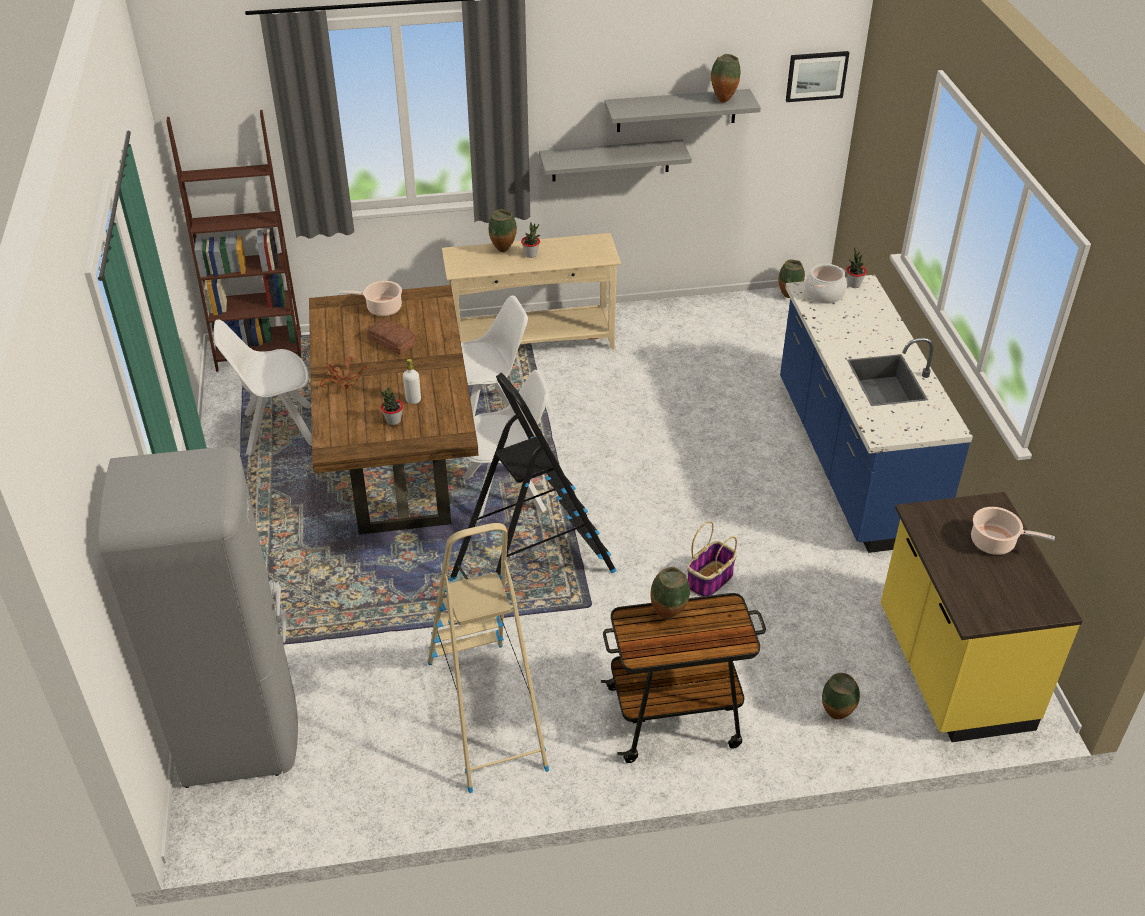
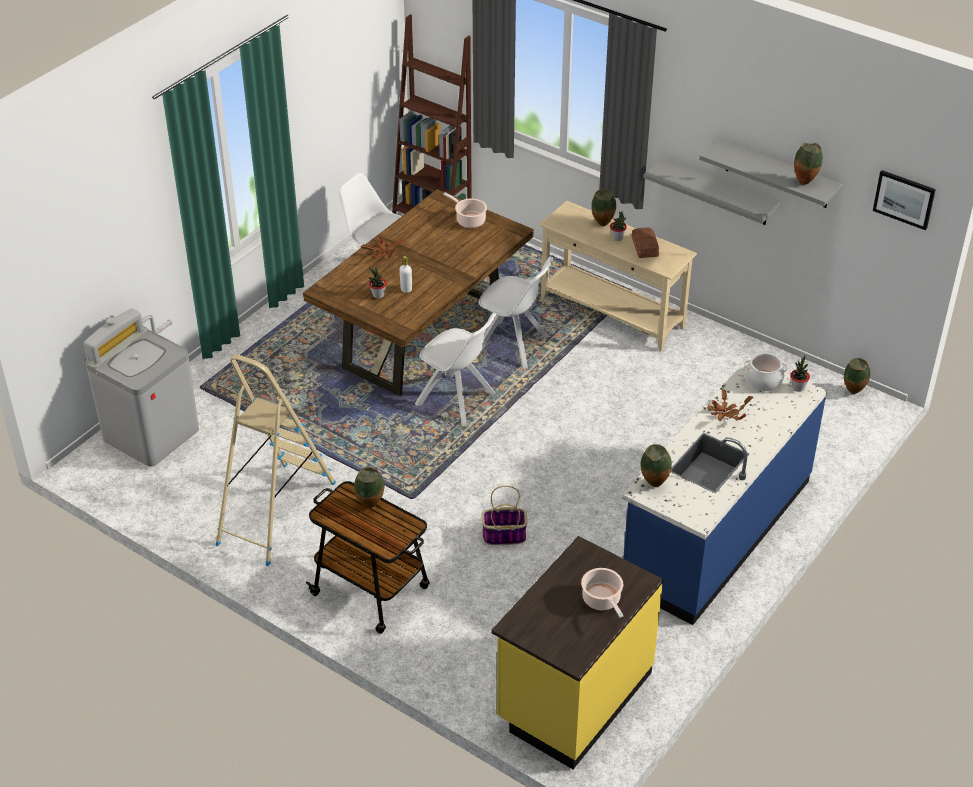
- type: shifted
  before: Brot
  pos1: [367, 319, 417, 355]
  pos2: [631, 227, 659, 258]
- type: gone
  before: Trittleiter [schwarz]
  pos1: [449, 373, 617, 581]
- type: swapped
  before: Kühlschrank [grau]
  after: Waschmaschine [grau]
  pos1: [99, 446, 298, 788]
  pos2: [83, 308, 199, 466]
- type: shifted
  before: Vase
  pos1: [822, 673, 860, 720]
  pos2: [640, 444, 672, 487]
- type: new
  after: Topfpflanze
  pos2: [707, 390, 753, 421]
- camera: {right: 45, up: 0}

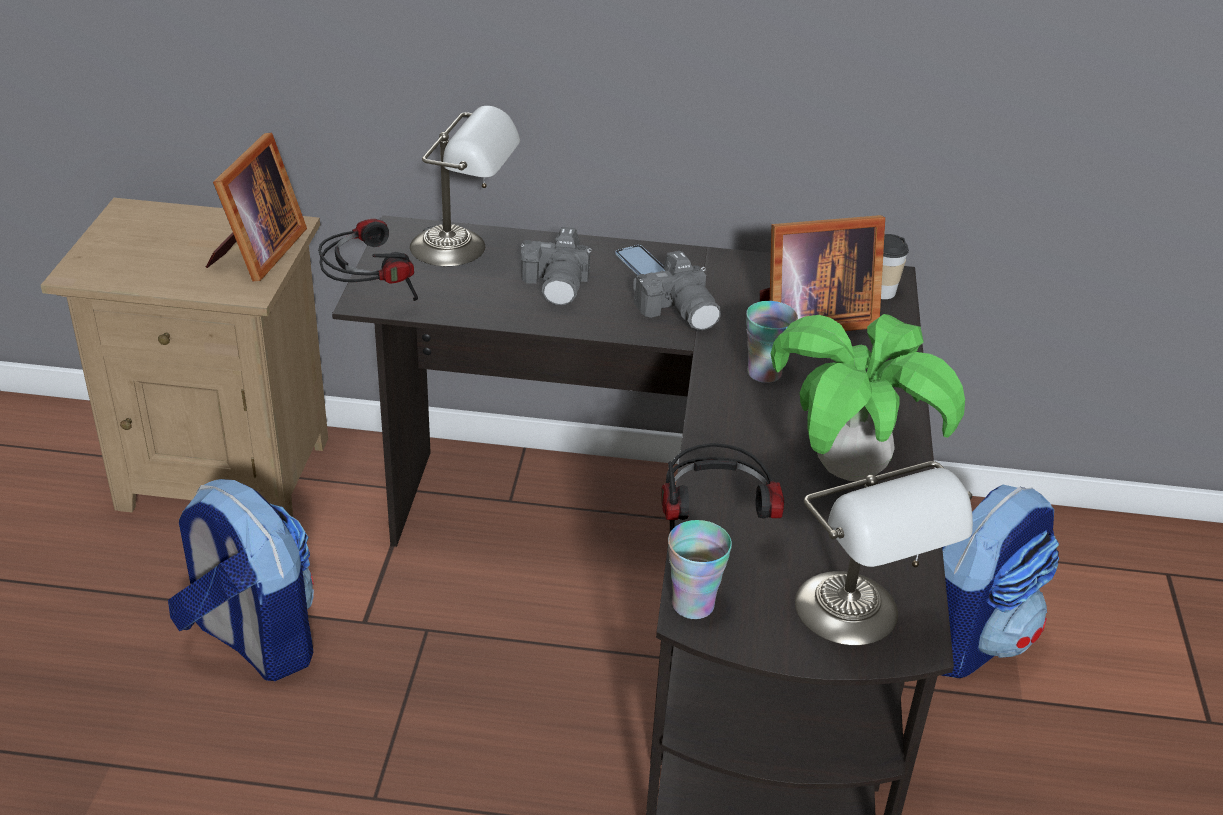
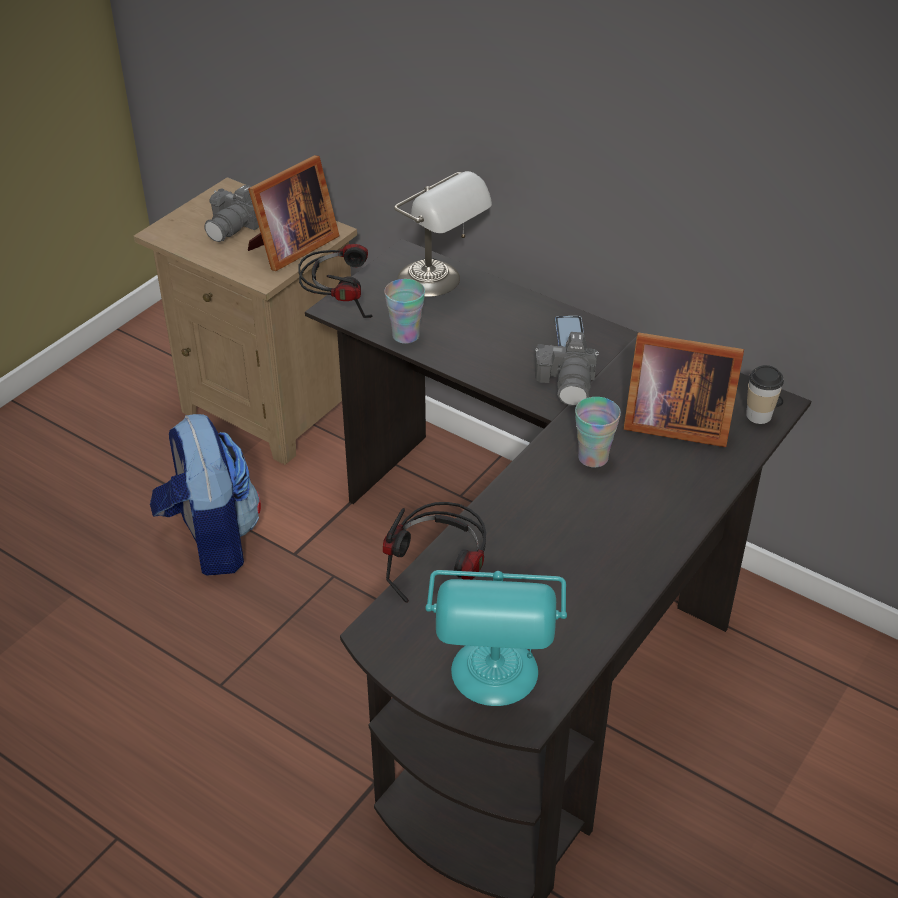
- type: shifted
  before: Kamera
  pos1: [521, 227, 592, 305]
  pos2: [204, 184, 259, 242]
- type: gone
  before: Topfpflanze
  pos1: [771, 314, 965, 481]
- type: repainted
  before: Tischlampe [weiß]
  after: Tischlampe [türkis]
  pos1: [795, 461, 973, 645]
  pos2: [425, 570, 567, 706]
- type: gone
  before: Rucksack
  pos1: [941, 485, 1060, 678]
- type: shifted
  before: Tasse
  pos1: [668, 520, 732, 619]
  pos2: [384, 279, 425, 344]
- camera: {right: 30, up: 5}

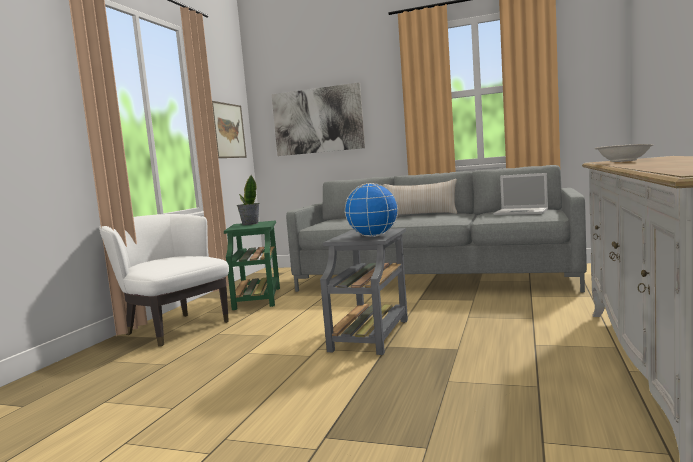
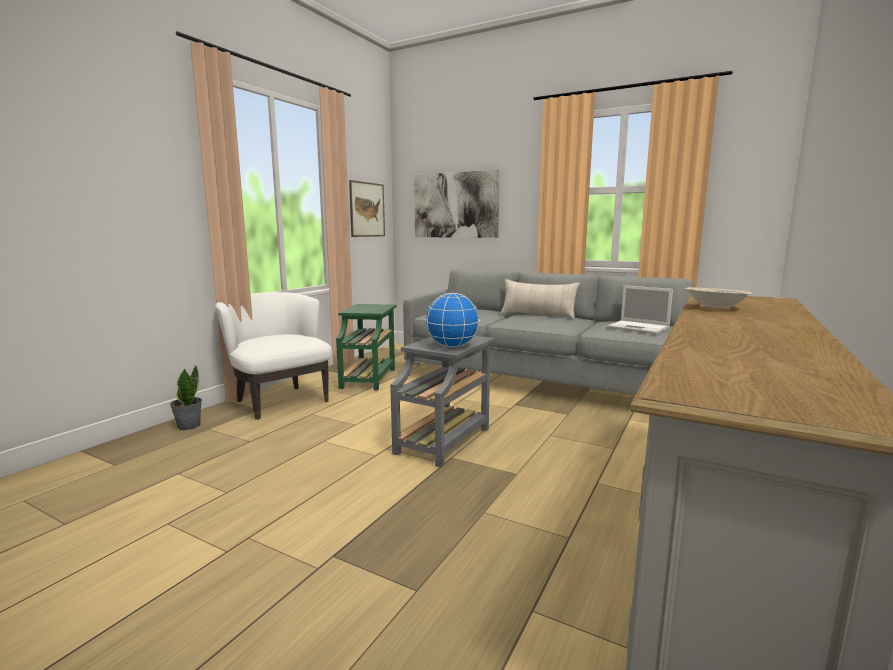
- type: shifted
  before: Topfpflanze
  pos1: [237, 175, 259, 225]
  pos2: [170, 365, 202, 430]
- camera: {right: 10, up: 5}

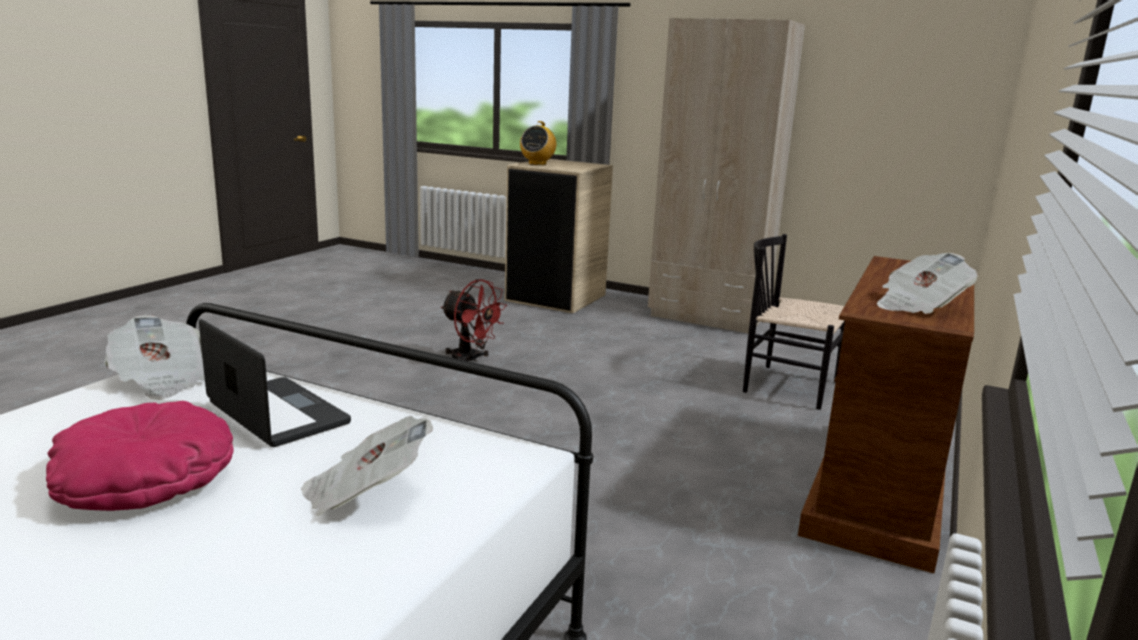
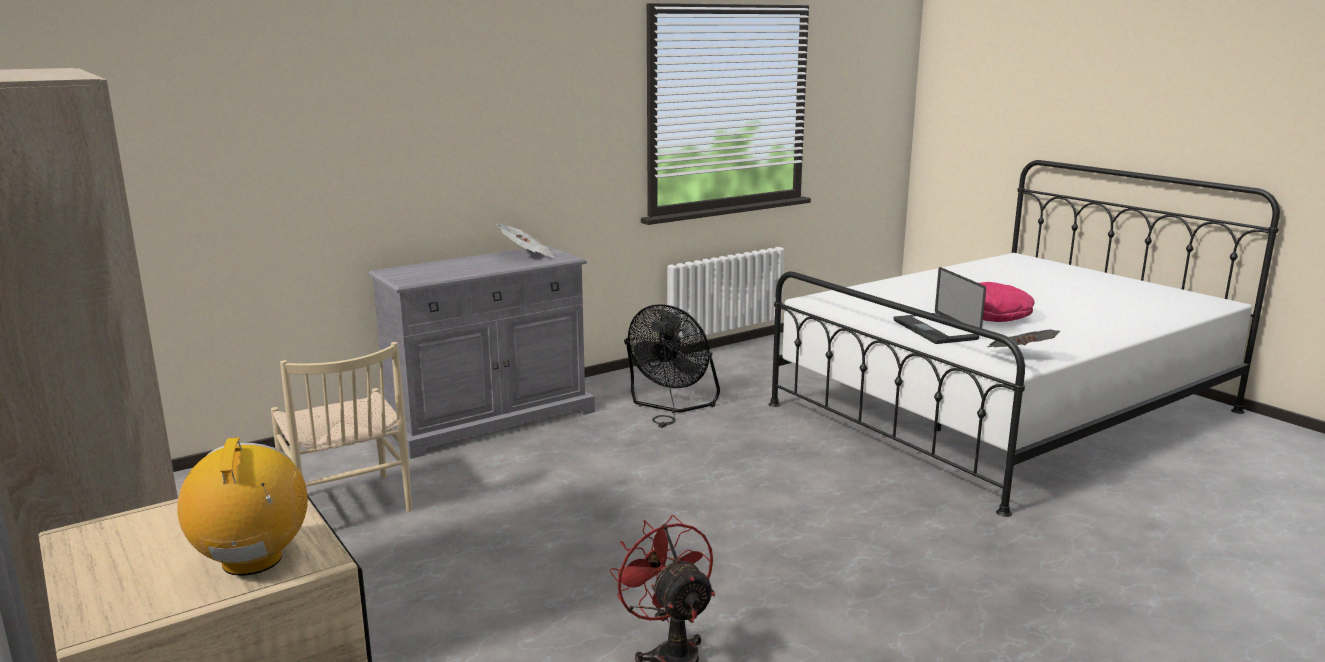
- type: rotated
  before: Radio
  pos1: [520, 121, 556, 165]
  pos2: [177, 437, 308, 576]
  turn: -60
- type: repainted
  before: Stuhl [schwarz]
  after: Stuhl [beige]
  pos1: [743, 234, 845, 410]
  pos2: [271, 342, 412, 512]
- type: repainted
  before: Kommode [braun]
  after: Kommode [grau]
  pos1: [798, 256, 974, 573]
  pos2: [368, 245, 595, 459]
- type: gone
  before: Zeitung
  pos1: [301, 416, 433, 516]
- type: new
  after: Ventilator [schwarz]
  pos2: [624, 304, 720, 428]
- camera: {right: -150, up: 0}

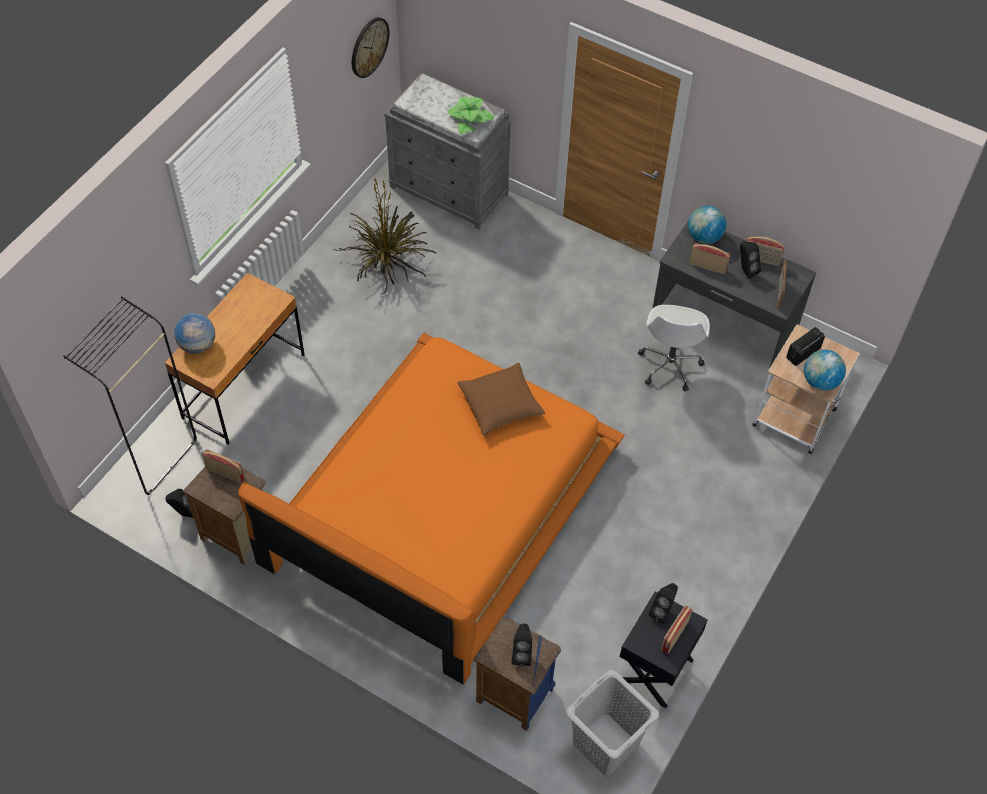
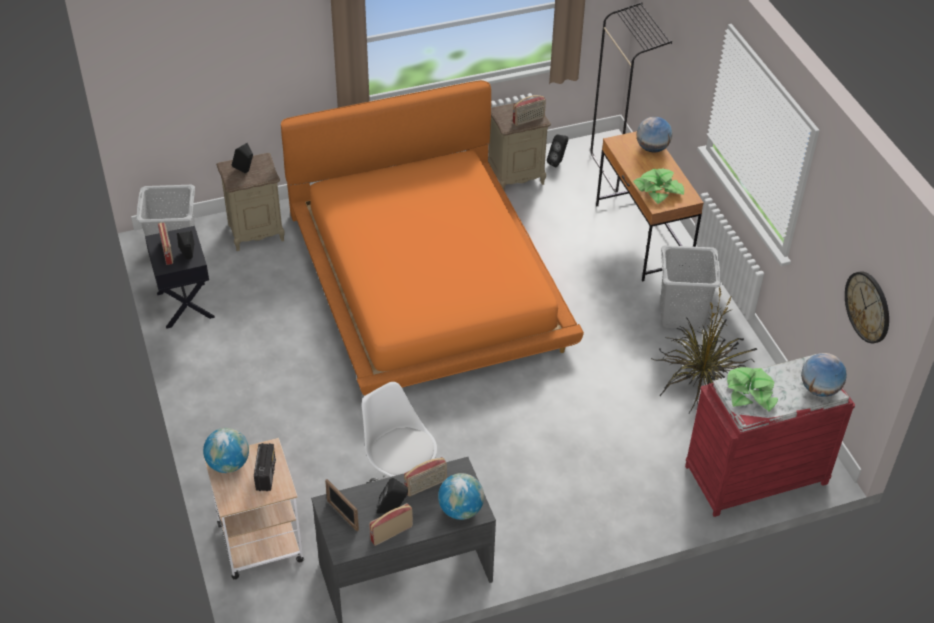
- type: repainted
  before: Kommode [grau]
  after: Kommode [rot]
  pos1: [384, 74, 511, 230]
  pos2: [685, 354, 855, 517]
- type: gone
  before: Kissen [braun]
  pos1: [457, 363, 545, 435]
- type: repainted
  before: Nachttisch [blau]
  after: Nachttisch [beige]
  pos1: [473, 616, 561, 731]
  pos2: [216, 153, 285, 251]
- type: new
  after: Topfpflanze
  pos2: [633, 169, 684, 204]
- type: new
  after: Wäschekorb [grau]
  pos2: [660, 245, 721, 329]
- type: new
  after: Globus
  pos2: [801, 353, 847, 397]
- camera: {right: 130, up: -10}

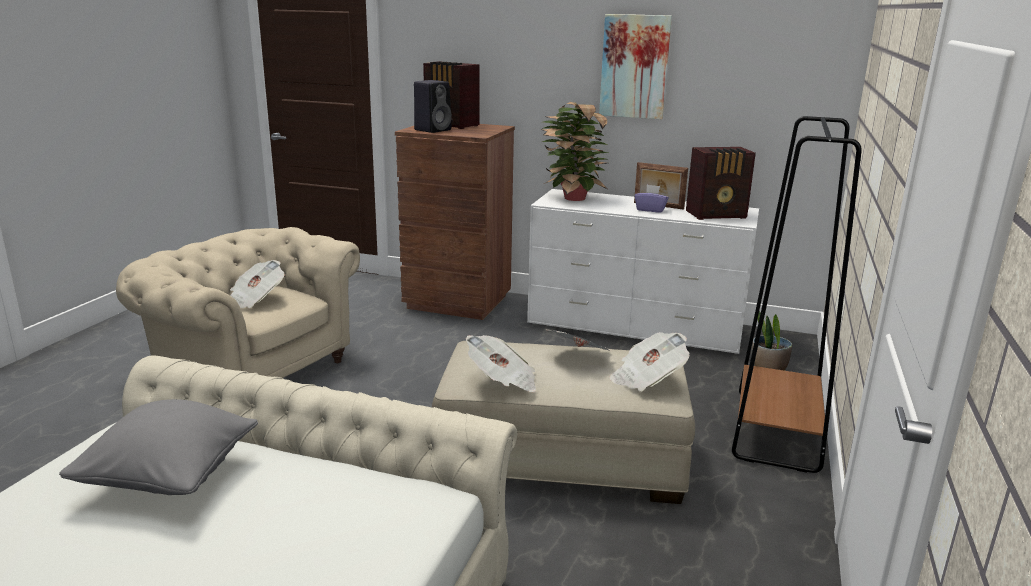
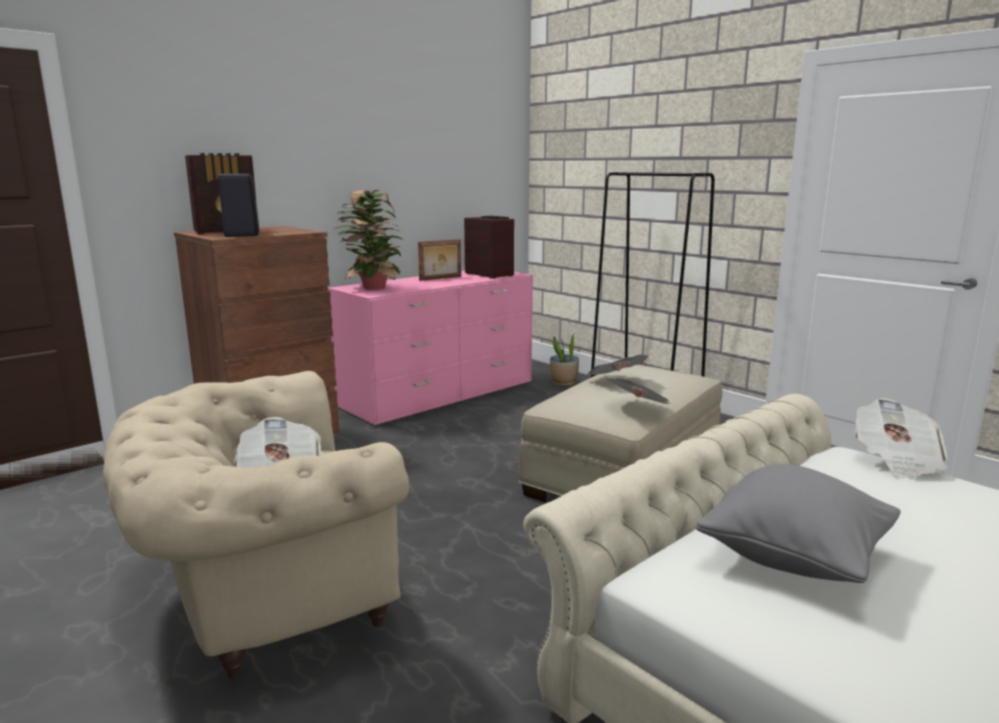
- type: gone
  before: Bild
  pos1: [599, 14, 672, 119]
- type: rotated
  before: Radio
  pos1: [686, 147, 756, 220]
  pos2: [464, 216, 514, 279]
  turn: -60
- type: gone
  before: Taschentuchbox [lila]
  pos1: [635, 185, 669, 213]
- type: repainted
  before: Kommode [weiß]
  after: Kommode [rosa]
  pos1: [527, 189, 759, 354]
  pos2: [328, 271, 533, 425]
- type: shifted
  before: Zeitung
  pos1: [609, 332, 690, 391]
  pos2: [855, 398, 948, 478]
- camera: {right: -60, up: -5}

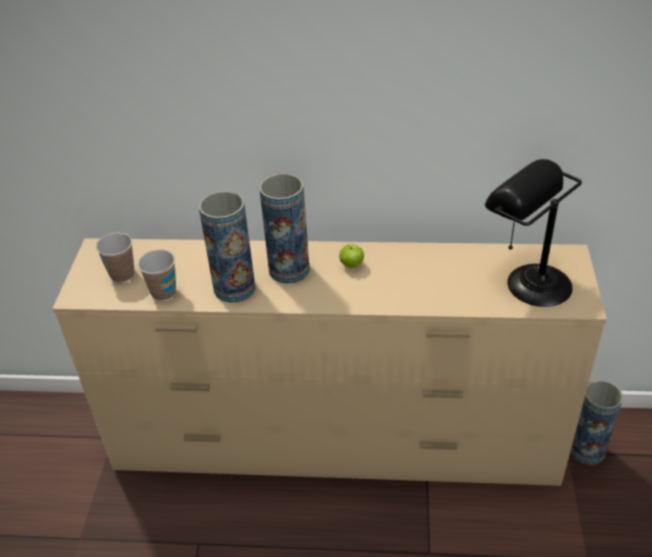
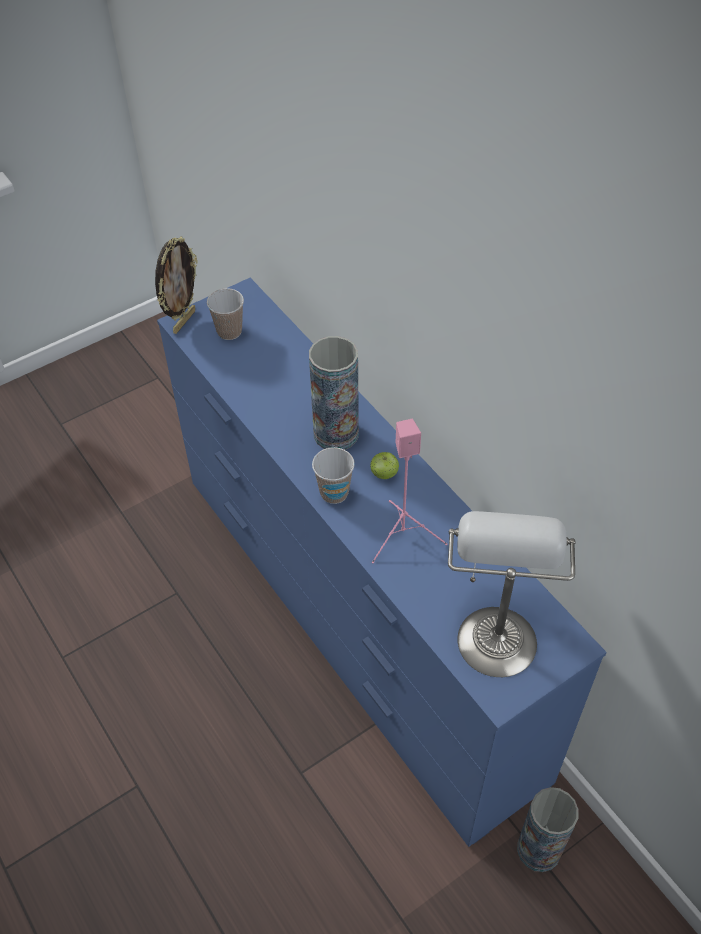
- type: repainted
  before: Tischlampe [schwarz]
  after: Tischlampe [weiß]
  pos1: [485, 159, 582, 307]
  pos2: [448, 511, 576, 677]
- type: gone
  before: Vase
  pos1: [199, 191, 255, 303]
- type: repainted
  before: Kommode [beige]
  after: Kommode [blau]
  pos1: [52, 238, 607, 486]
  pos2: [157, 278, 607, 847]
- type: shifted
  before: Tasse
  pos1: [138, 250, 176, 301]
  pos2: [312, 447, 355, 504]
- type: new
  after: Bilderrahmen
  pos2: [155, 236, 198, 334]
- type: new
  after: Lautsprecher [rosa]
  pos2: [372, 419, 447, 563]
- camera: {right: 50, up: 10}

